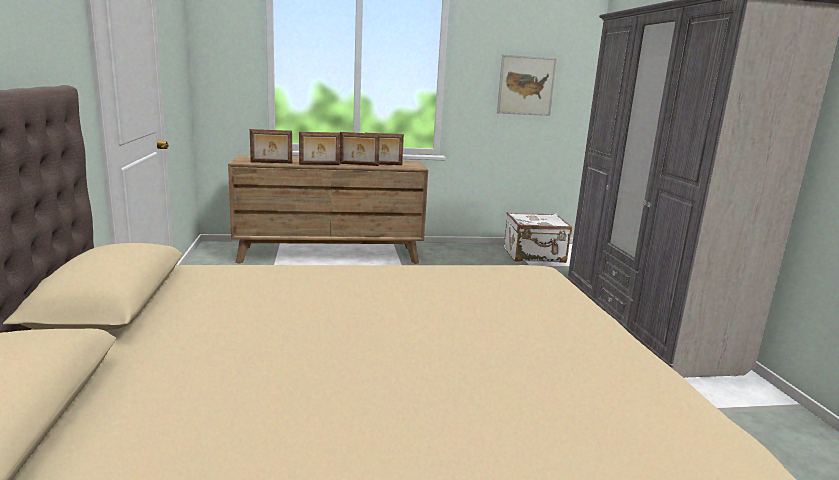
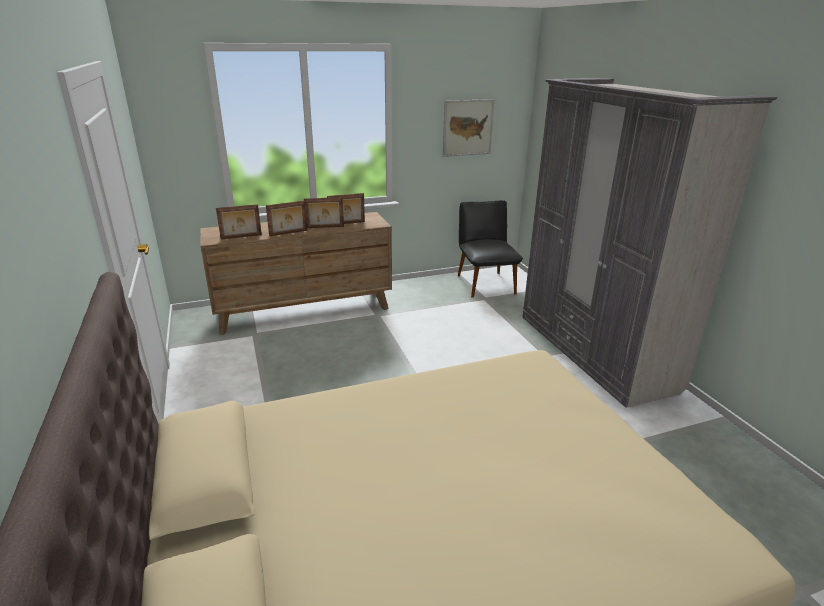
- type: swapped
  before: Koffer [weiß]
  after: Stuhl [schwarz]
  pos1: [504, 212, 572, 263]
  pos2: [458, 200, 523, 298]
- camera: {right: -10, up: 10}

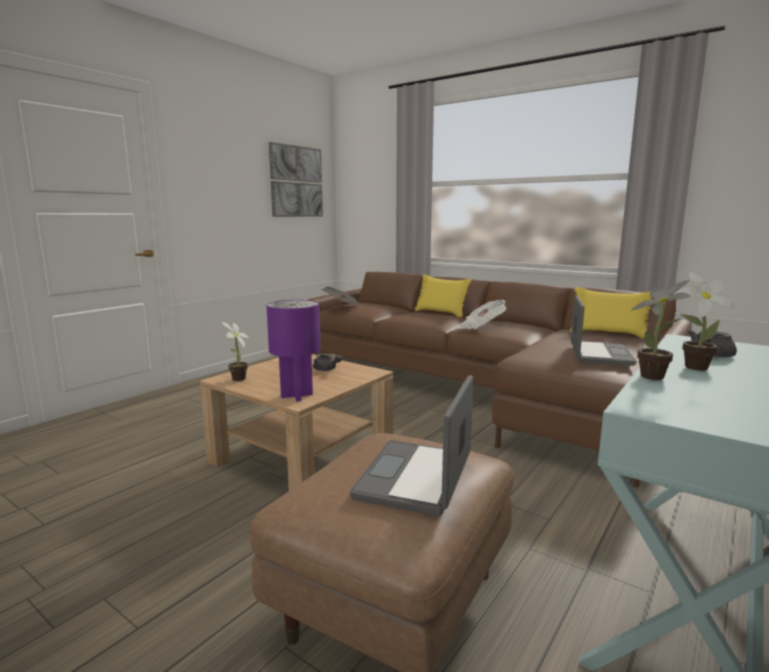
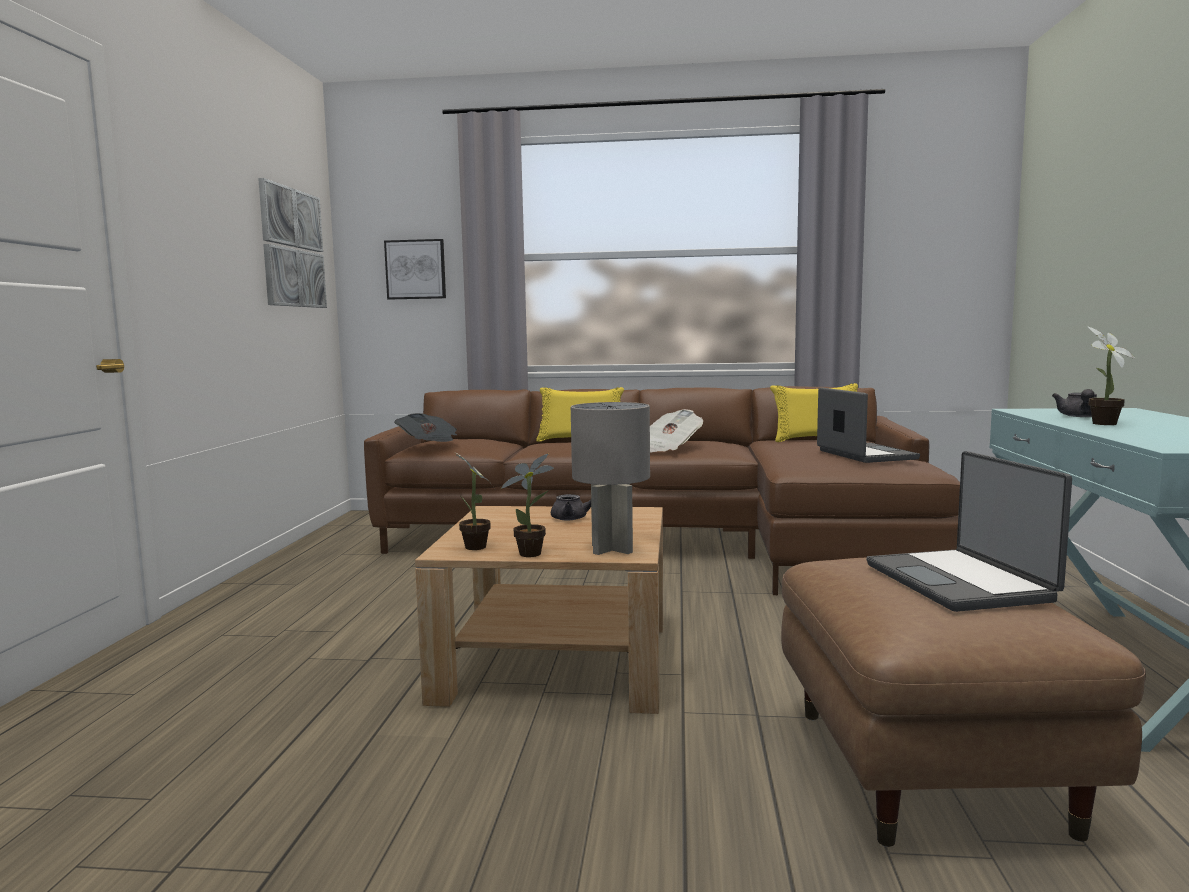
- type: shifted
  before: Topfpflanze
  pos1: [632, 280, 691, 380]
  pos2: [501, 454, 554, 557]
- type: repainted
  before: Tischlampe [lila]
  after: Tischlampe [grau]
  pos1: [266, 300, 321, 402]
  pos2: [571, 402, 650, 555]
- type: new
  after: Bild
  pos2: [384, 239, 446, 300]
- camera: {right: -30, up: -5}

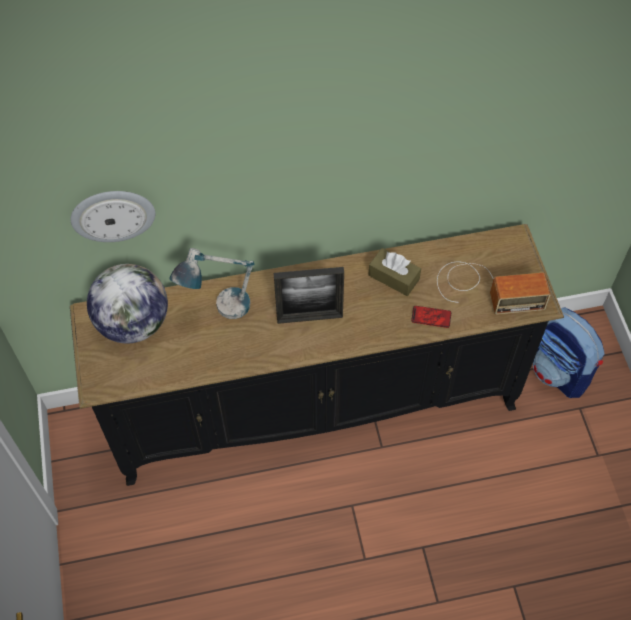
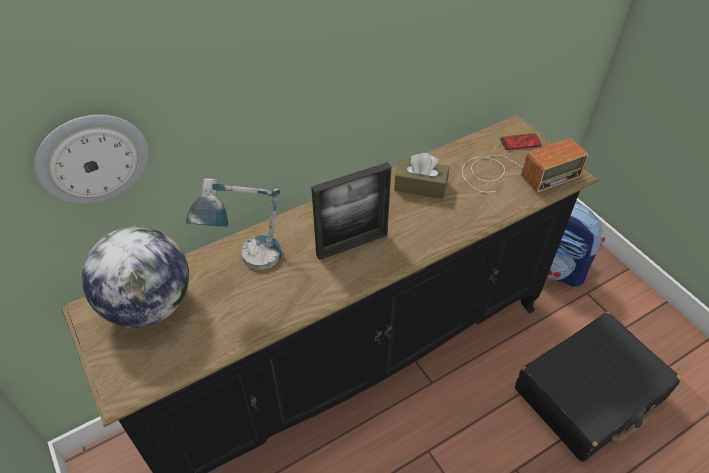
- type: shifted
  before: Handy
  pos1: [411, 306, 451, 328]
  pos2: [500, 133, 542, 150]
- type: new
  after: Koffer [schwarz]
  pos2: [515, 312, 681, 462]
- camera: {right: -20, up: -10}

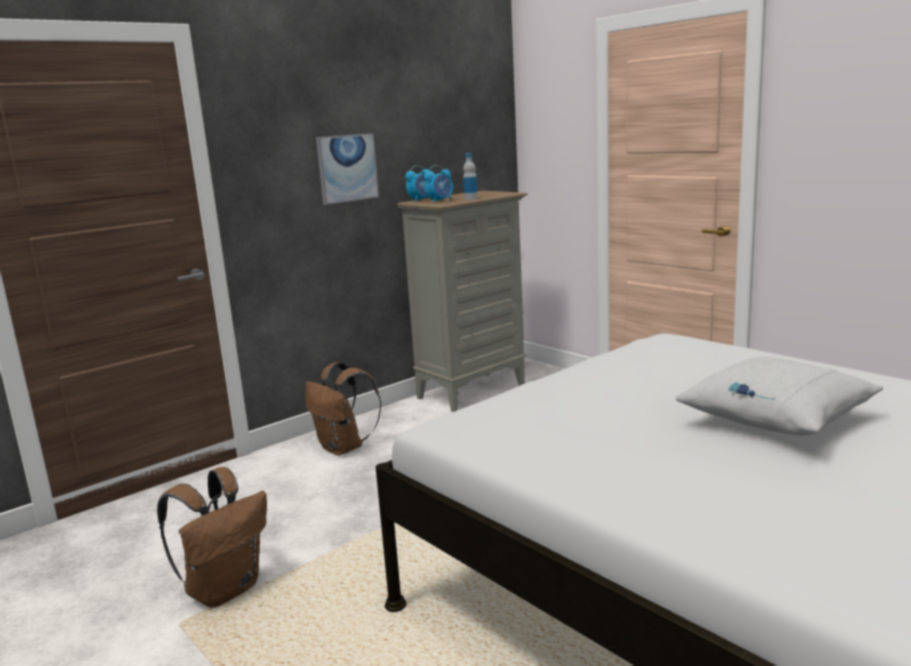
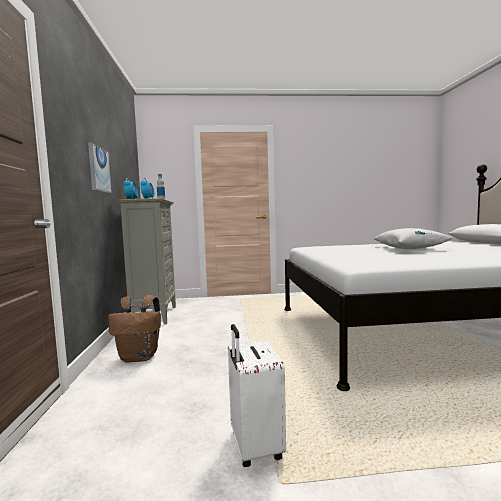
- type: swapped
  before: Rucksack [braun]
  after: Koffer [weiß]
  pos1: [157, 467, 267, 607]
  pos2: [228, 324, 286, 467]
- camera: {right: -55, up: -10}

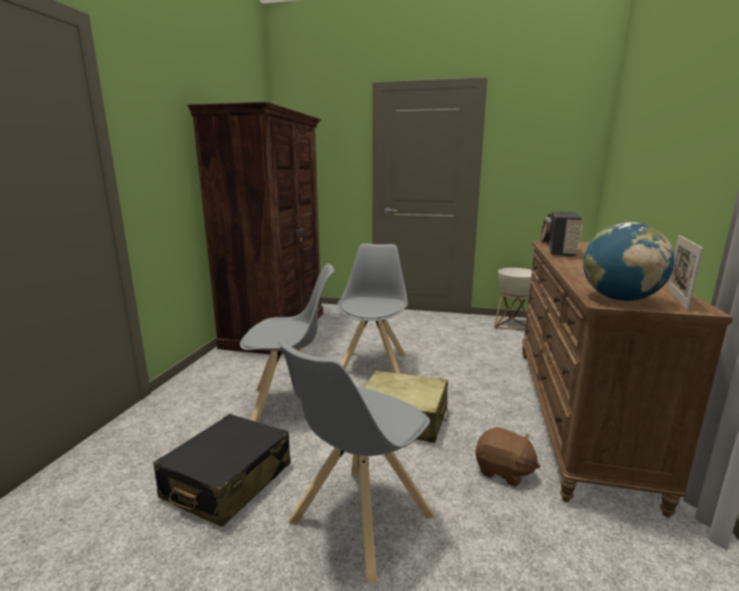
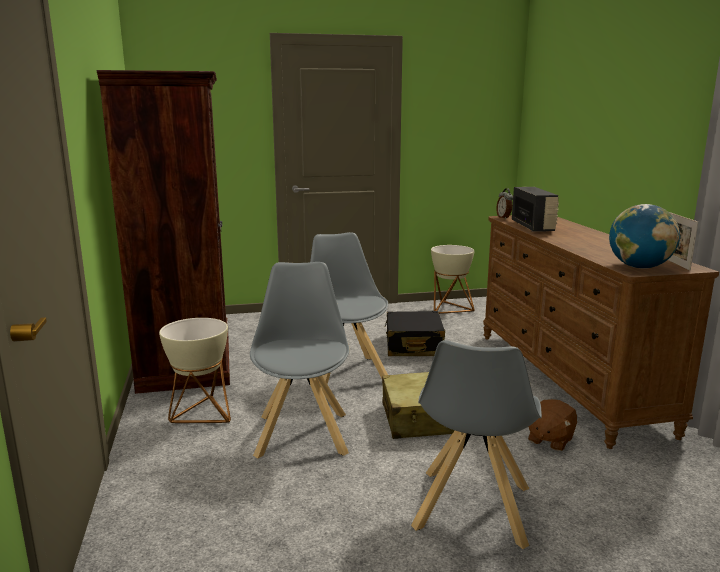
- type: rotated
  before: Stuhl [grau]
  pos1: [240, 264, 335, 423]
  pos2: [250, 262, 350, 458]
  turn: -60
- type: shifted
  before: Koffer [schwarz]
  pos1: [153, 414, 291, 527]
  pos2: [384, 311, 445, 356]
- type: rotated
  before: Plüschtier [braun]
  pos1: [475, 427, 540, 487]
  pos2: [528, 399, 577, 451]
  turn: 120
- type: new
  after: Pflanzkübel
  pos2: [159, 318, 231, 423]
- camera: {right: -25, up: 0}

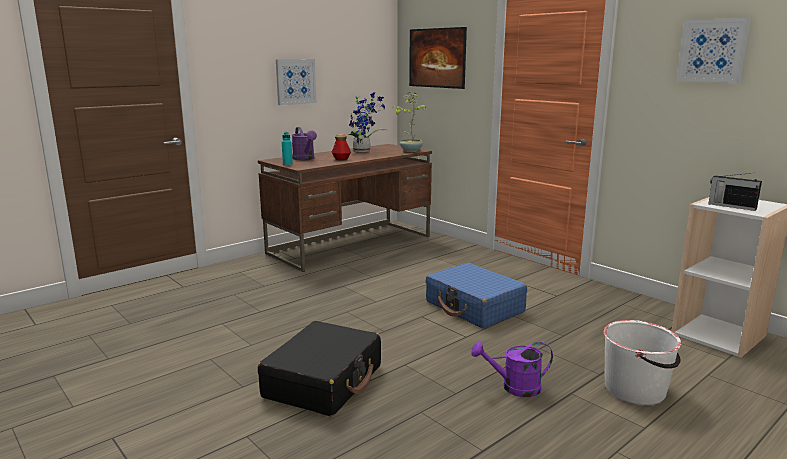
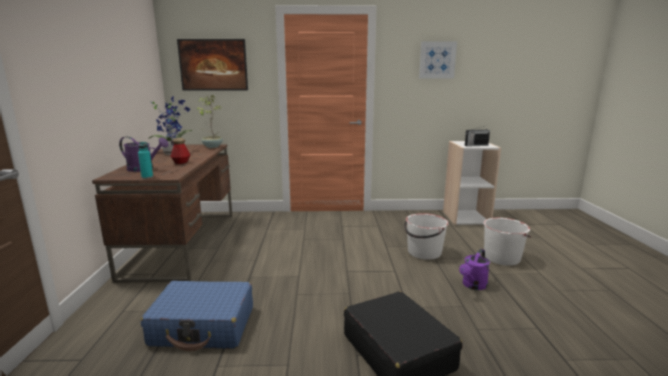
- type: gone
  before: Bild
  pos1: [276, 59, 316, 105]
- type: shifted
  before: Koffer [blau]
  pos1: [425, 263, 527, 328]
  pos2: [141, 281, 253, 351]
- type: new
  after: Eimer [weiß]
  pos2: [404, 213, 449, 260]
- camera: {right: -50, up: 0}

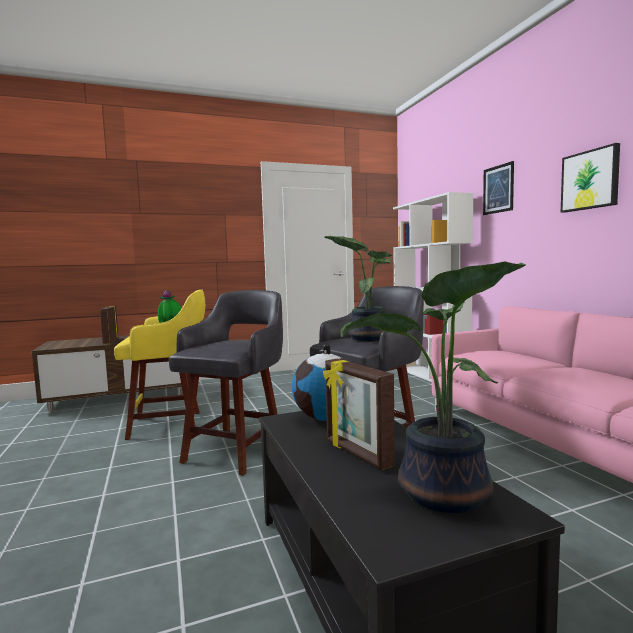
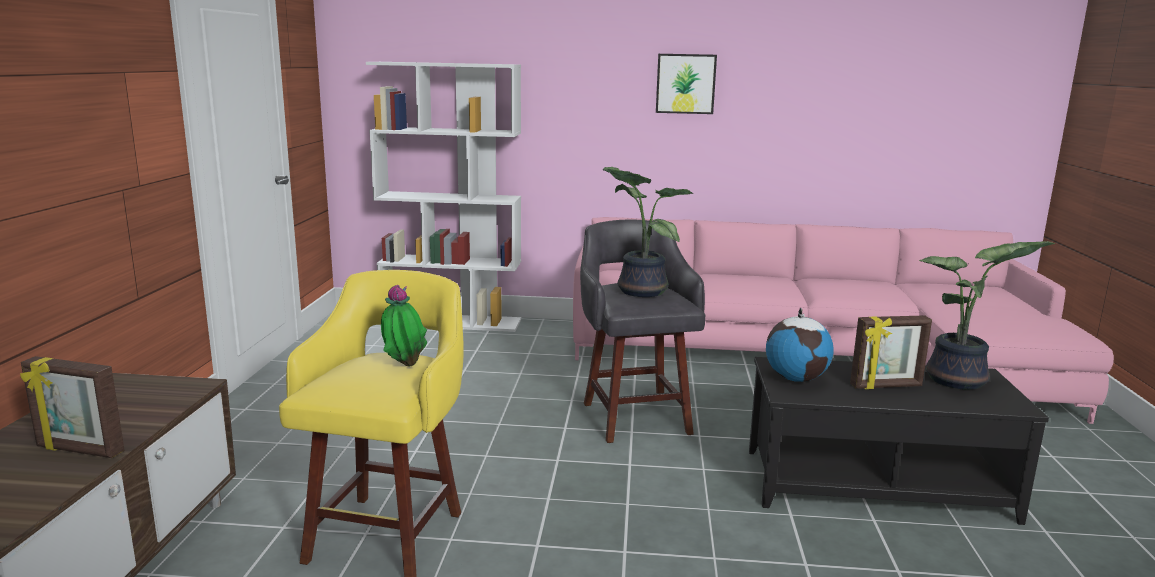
- type: gone
  before: Bild
  pos1: [483, 161, 514, 215]
- type: gone
  before: Hocker [grau]
  pos1: [169, 290, 283, 476]
- camera: {right: -65, up: 10}

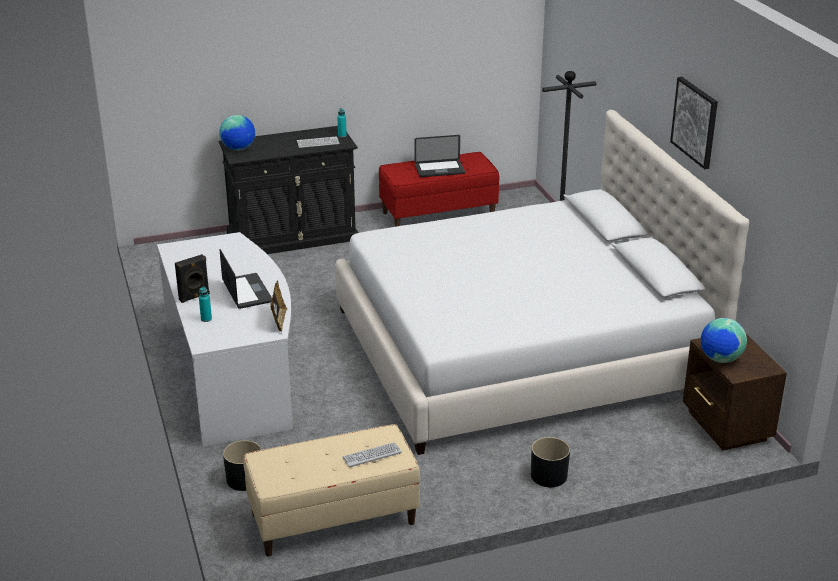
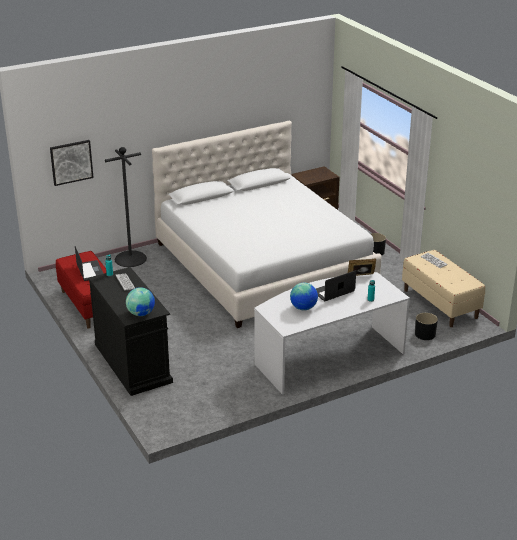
- type: shifted
  before: Bild
  pos1: [670, 77, 718, 169]
  pos2: [50, 140, 94, 186]
- type: gone
  before: Lautsprecher [schwarz]
  pos1: [175, 254, 210, 303]
- type: shifted
  before: Globus
  pos1: [701, 318, 747, 363]
  pos2: [290, 283, 318, 311]
- camera: {right: -100, up: 0}

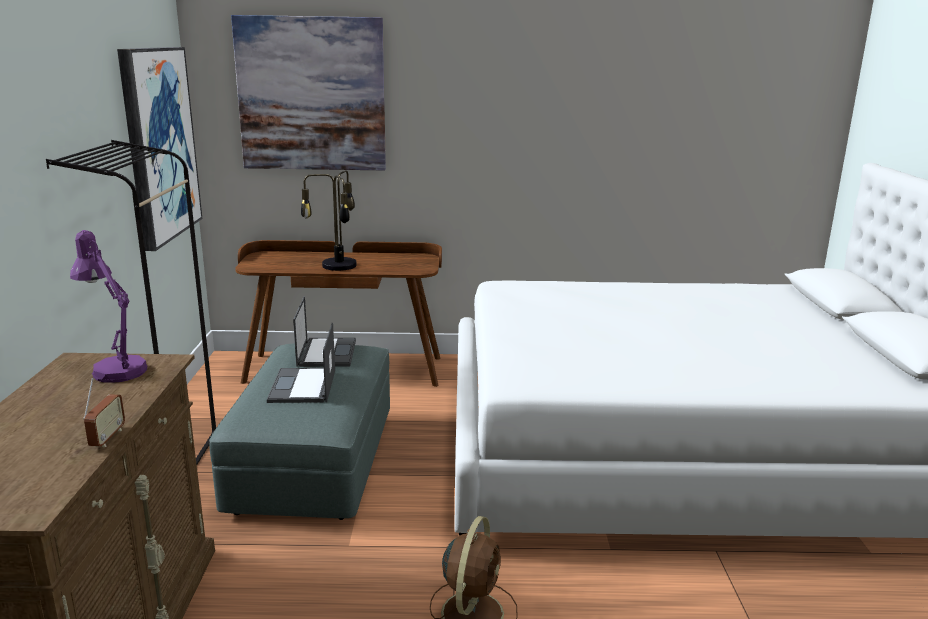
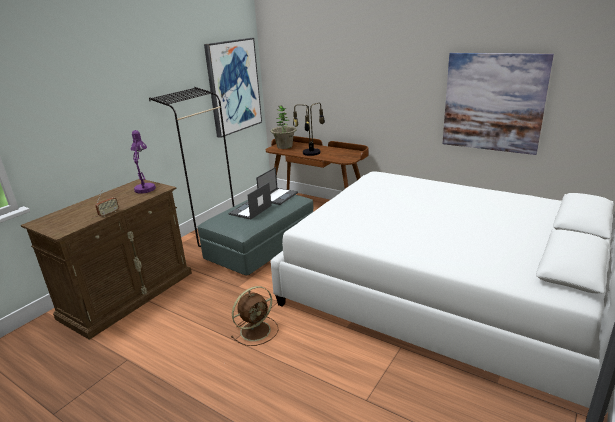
- type: shifted
  before: Bild
  pos1: [231, 15, 386, 171]
  pos2: [442, 53, 554, 155]
- type: new
  after: Topfpflanze
  pos2: [270, 105, 297, 149]
- camera: {right: 35, up: 5}

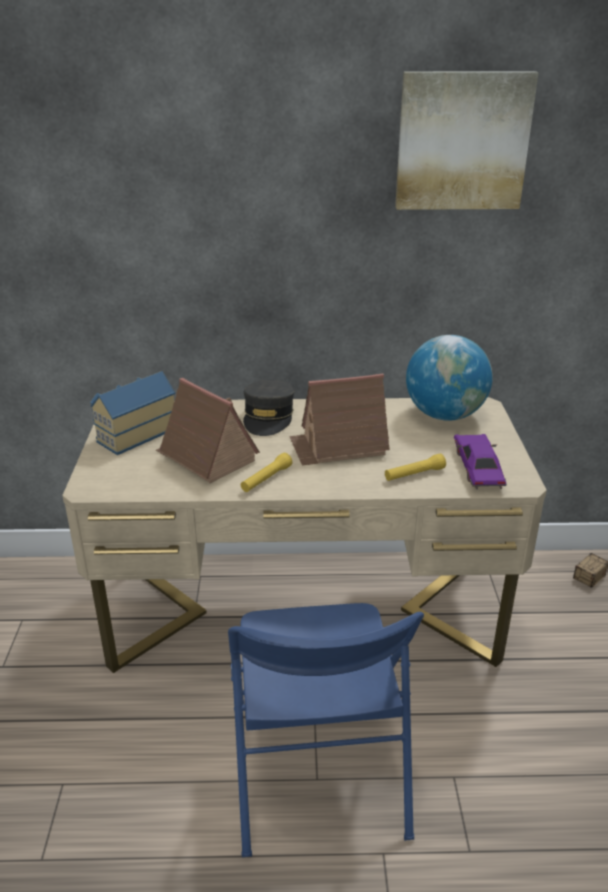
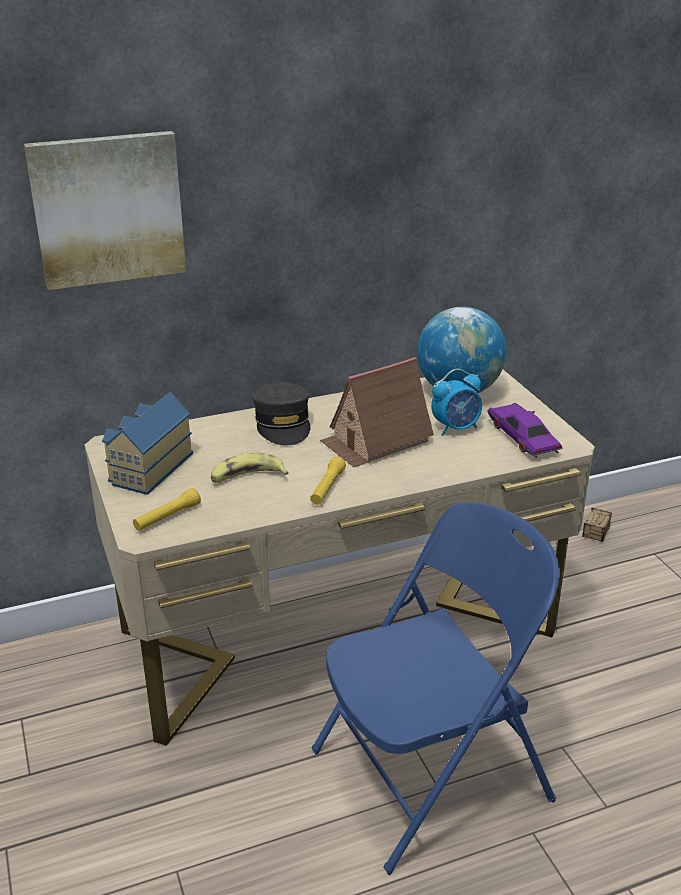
- type: shifted
  before: Bild
  pos1: [395, 71, 539, 210]
  pos2: [24, 131, 186, 290]
- type: swapped
  before: Spielzeughaus
  after: Banane
  pos1: [156, 378, 260, 483]
  pos2: [211, 452, 289, 483]
- type: shifted
  before: Taschenlampe [gelb]
  pos1: [385, 454, 446, 481]
  pos2: [133, 488, 201, 531]
- type: rotated
  before: Stuhl [blau]
  pos1: [228, 603, 424, 858]
  pos2: [312, 502, 560, 875]
  turn: -90
- type: new
  after: Wecker
  pos2: [431, 369, 482, 436]
- camera: {right: -20, up: 0}

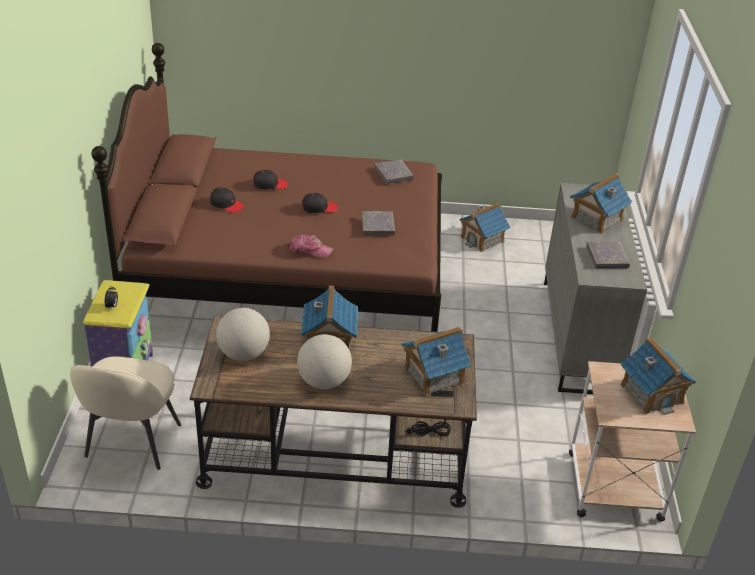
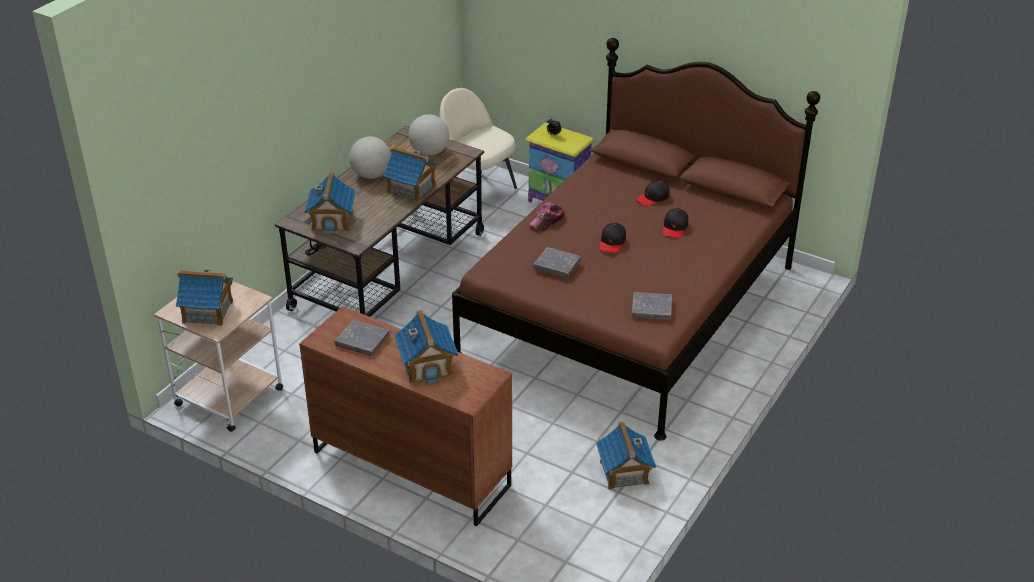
- type: repainted
  before: Kommode [grau]
  after: Kommode [braun]
  pos1: [544, 183, 647, 394]
  pos2: [299, 306, 512, 527]
- camera: {right: 120, up: 0}

